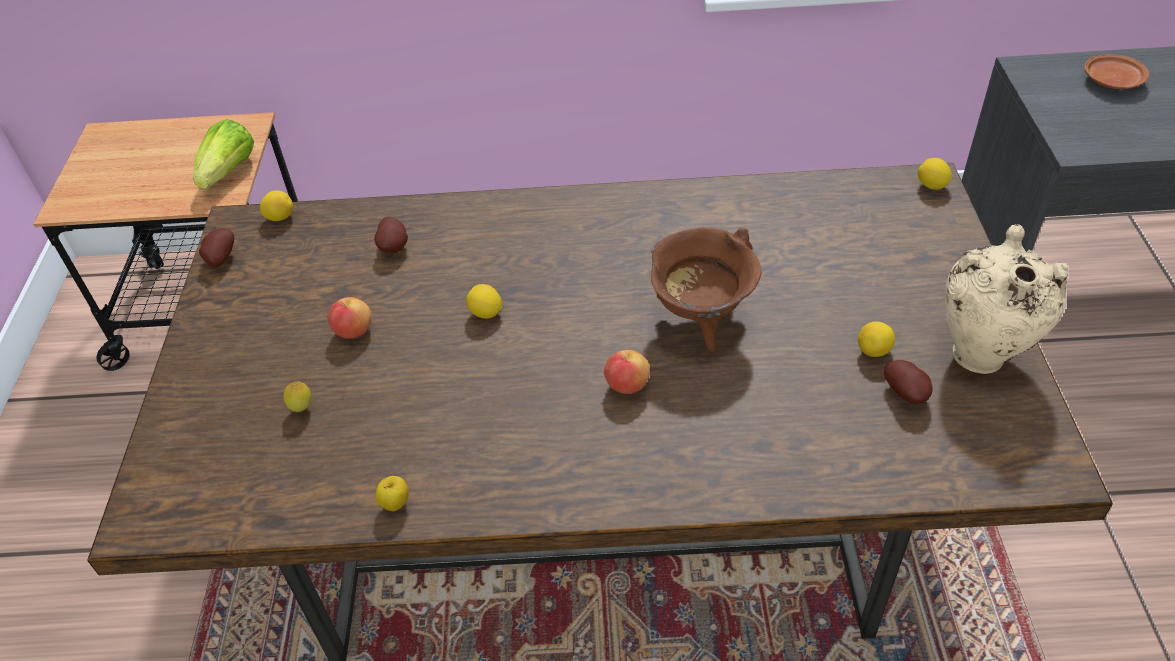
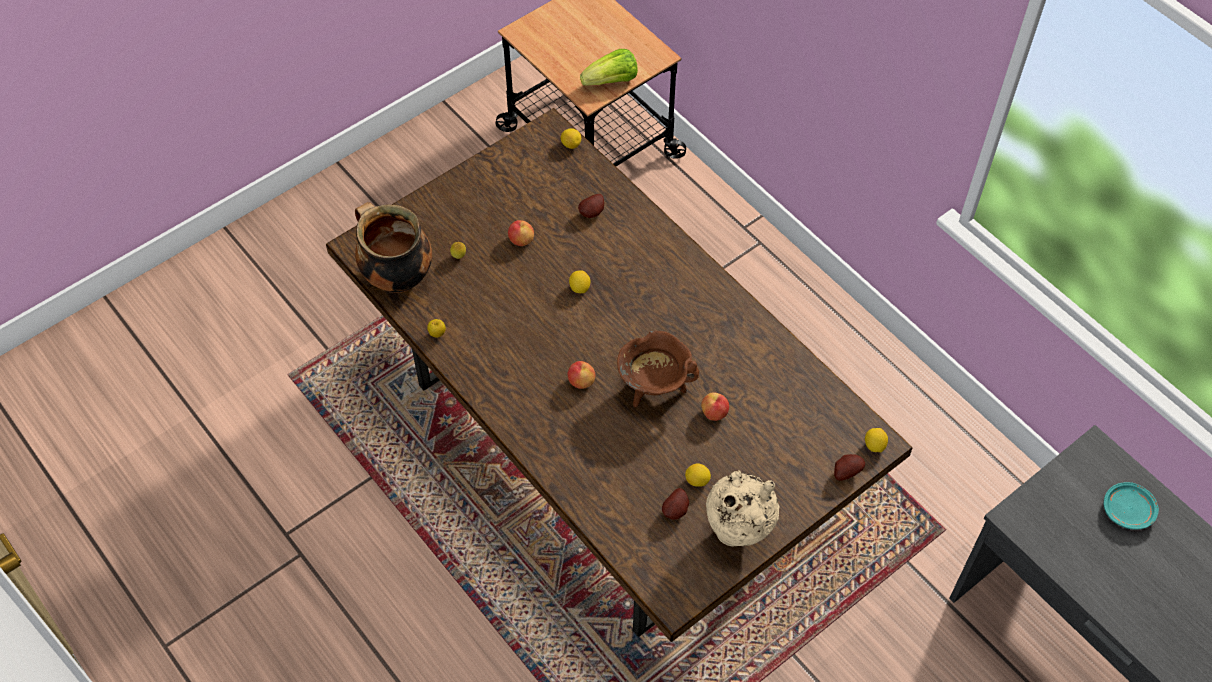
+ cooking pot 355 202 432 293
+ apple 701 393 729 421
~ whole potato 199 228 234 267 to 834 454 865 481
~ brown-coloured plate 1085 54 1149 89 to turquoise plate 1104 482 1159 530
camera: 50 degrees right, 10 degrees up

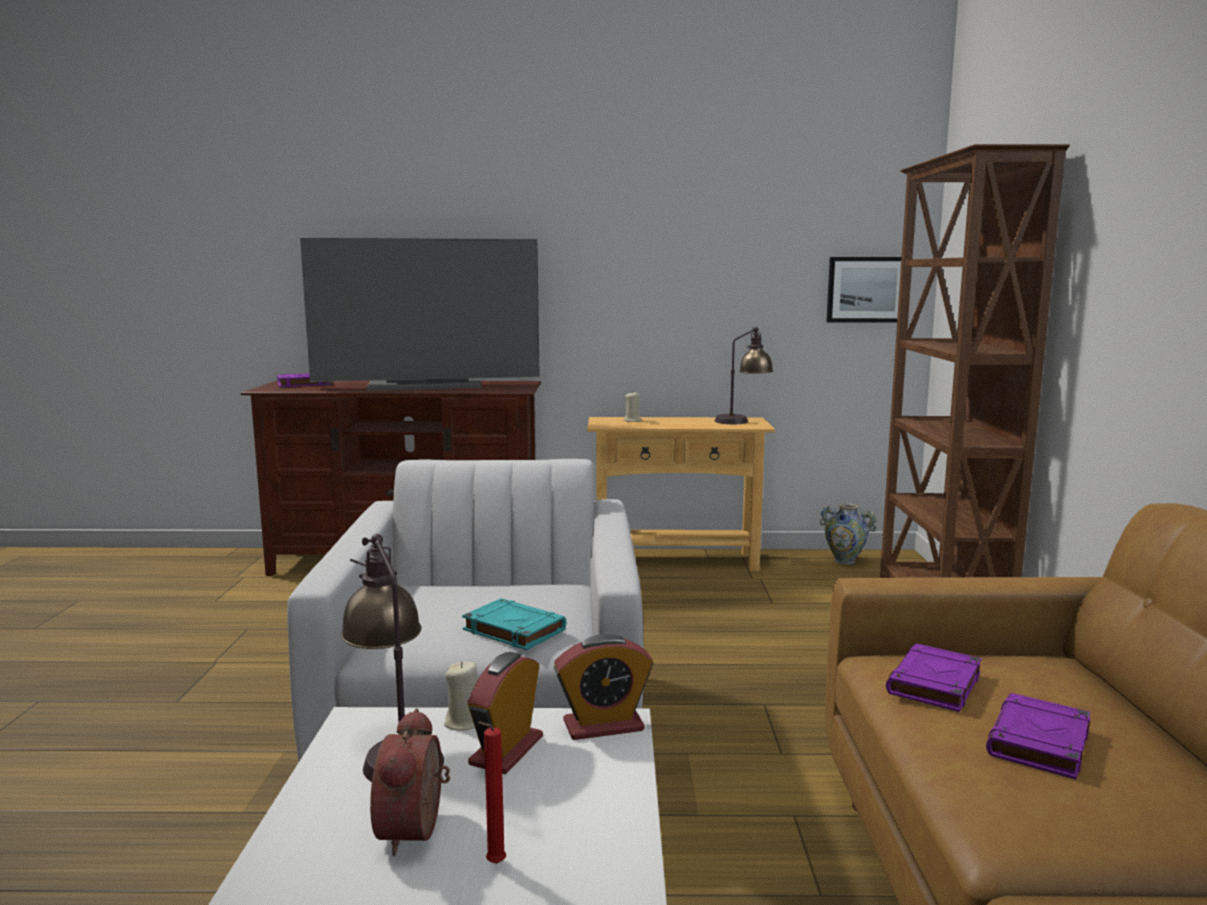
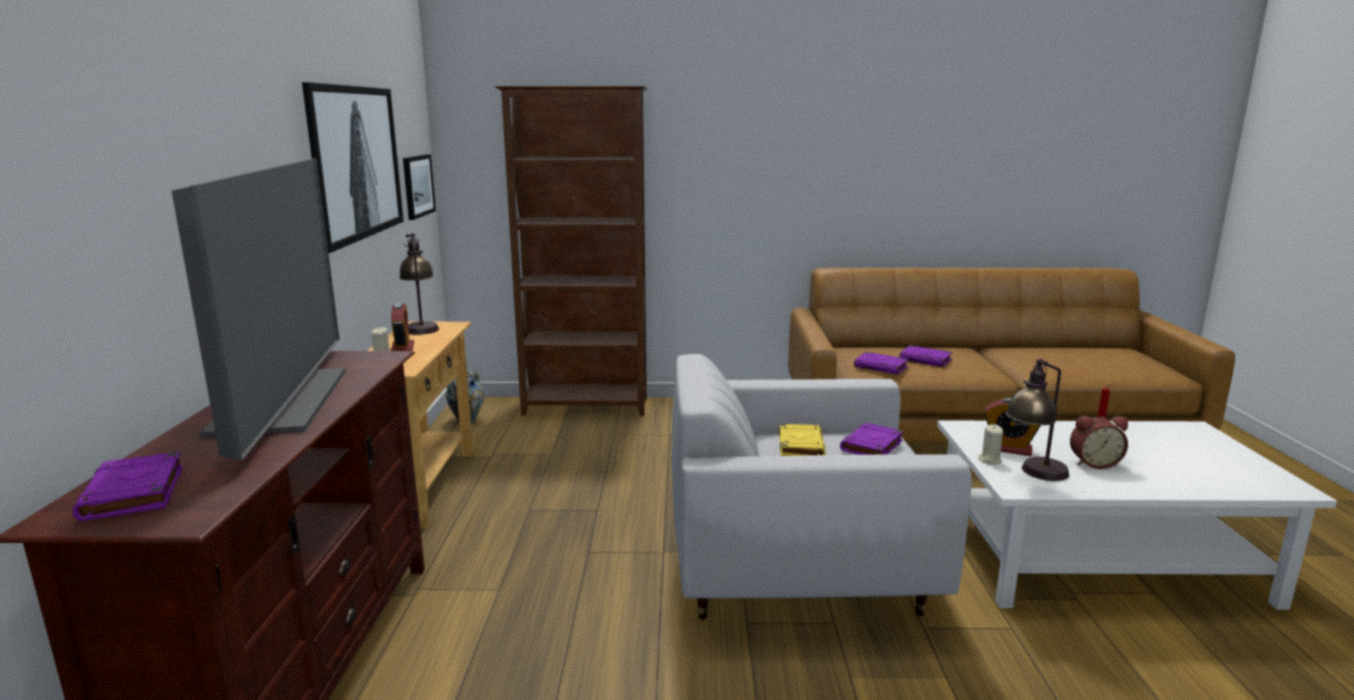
+ wall art 302 82 404 253
+ yellow-coloured book 779 424 826 456
~ alarm clock 554 634 653 740 to 391 302 414 351
~ turquoise book 462 598 566 650 to purple-coloured book 840 423 903 455
camera: 90 degrees left, 5 degrees up

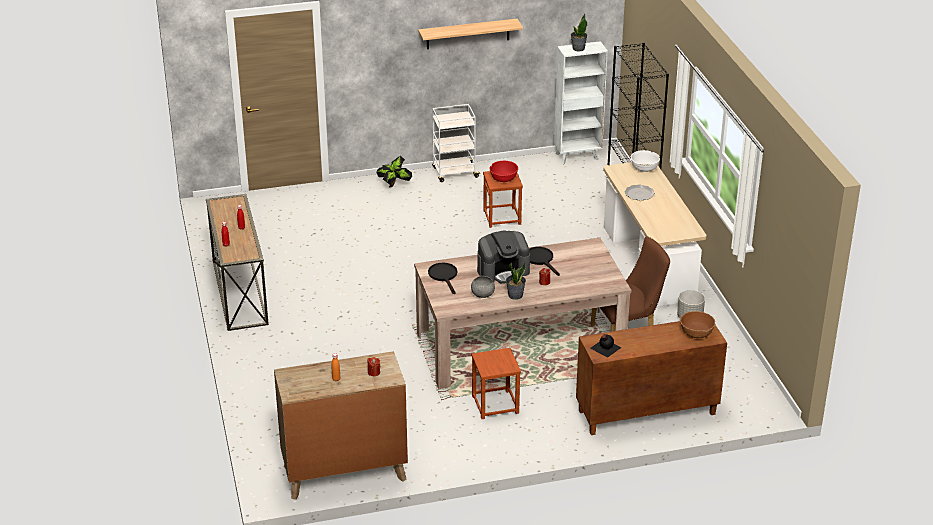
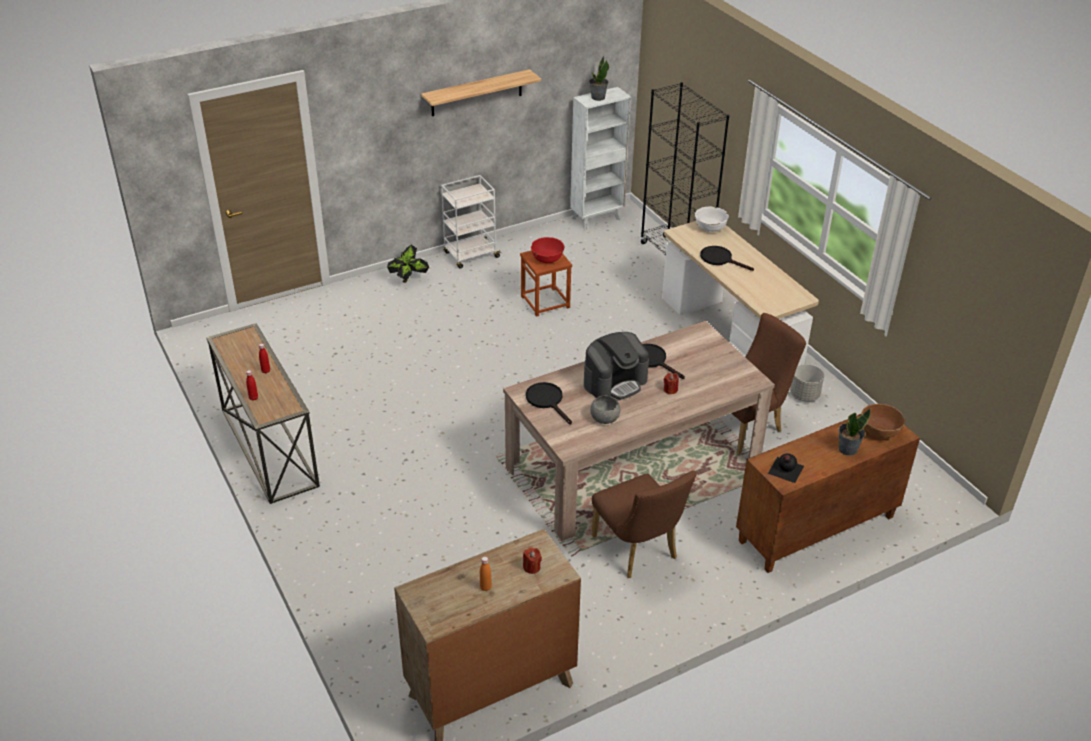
~ houseplant 506 262 526 300 to 838 408 871 456
~ brown-coloured stool seat 471 348 521 419 to brown-coloured upright chair 592 470 696 578
~ plate 624 185 655 200 to black skillet 700 246 754 271
camera: 15 degrees left, 5 degrees up

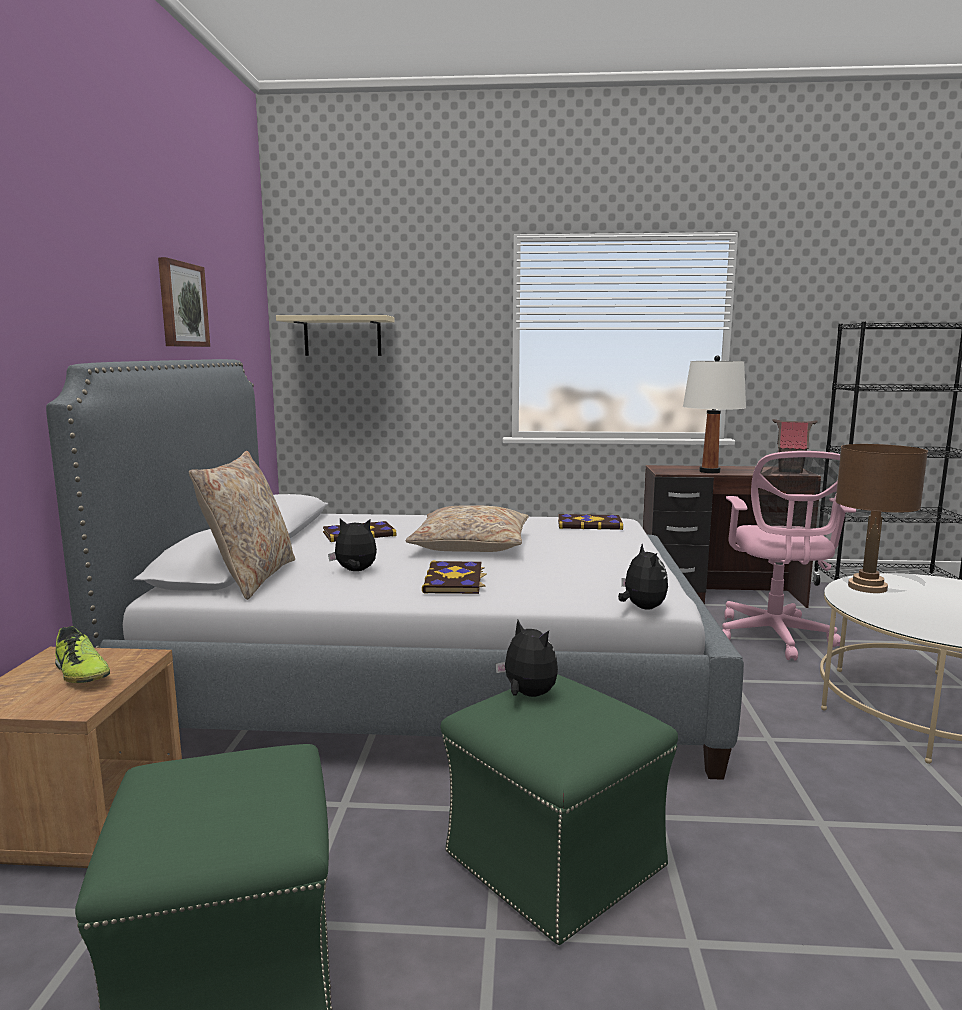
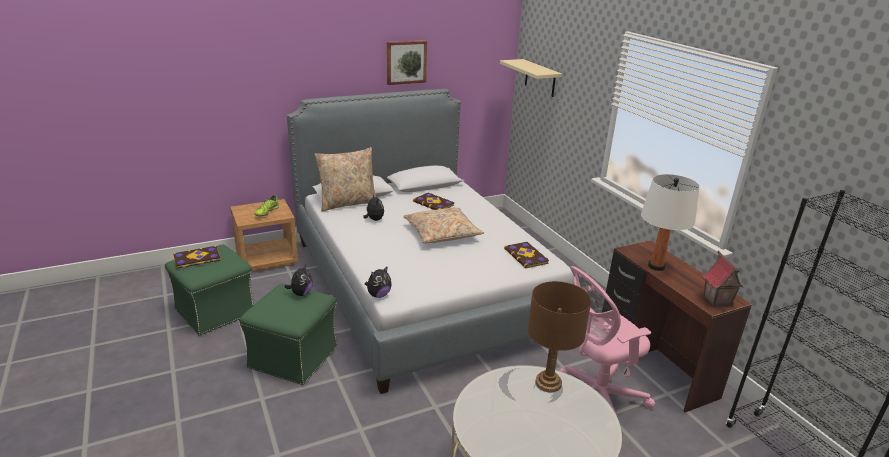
~ book 422 561 487 594 to 173 246 221 269
camera: 60 degrees right, 15 degrees up

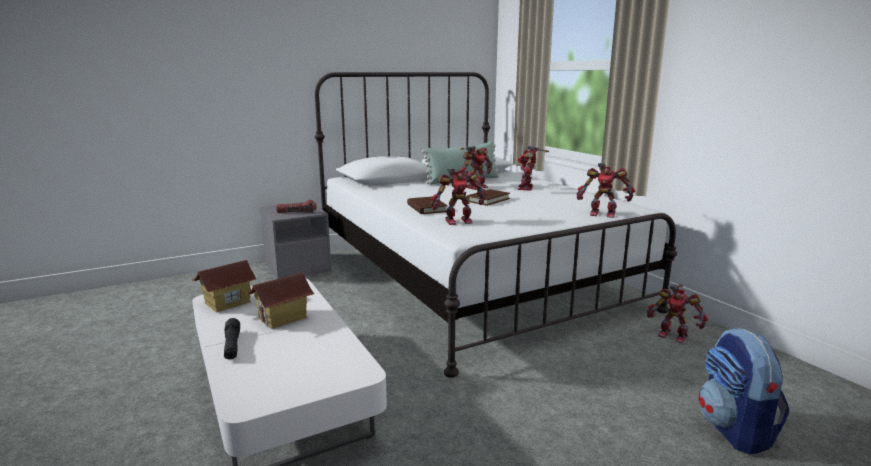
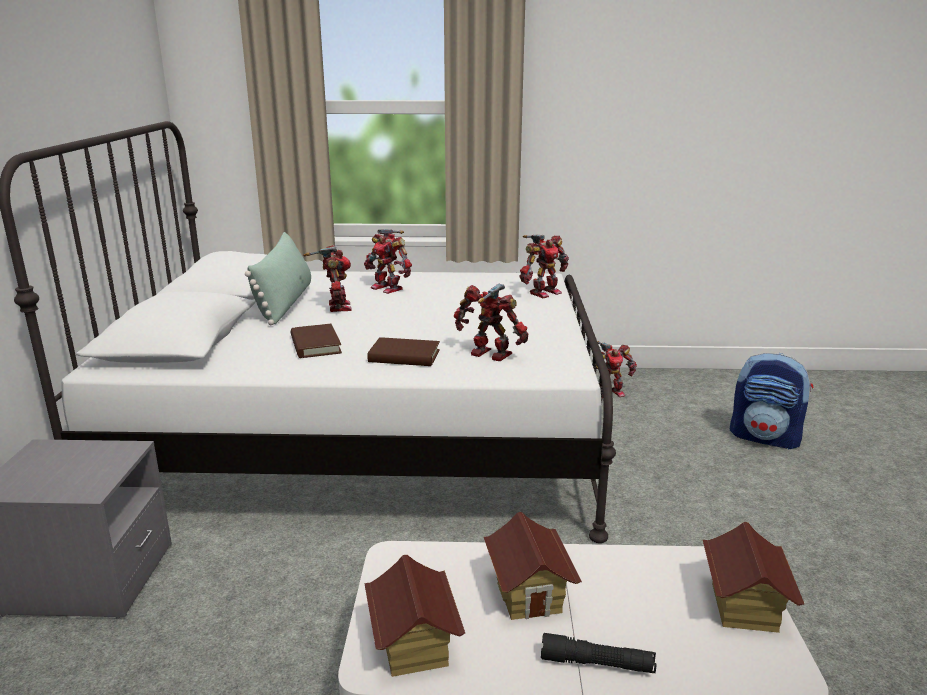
- flashlight 276 200 317 213
+ model house 703 522 804 633
~ brown-coloured book 466 189 510 206 to 291 324 342 358
~ robot figure 431 168 486 225 = 454 283 528 361 75 degrees counterclockwise
camera: 60 degrees left, 5 degrees up

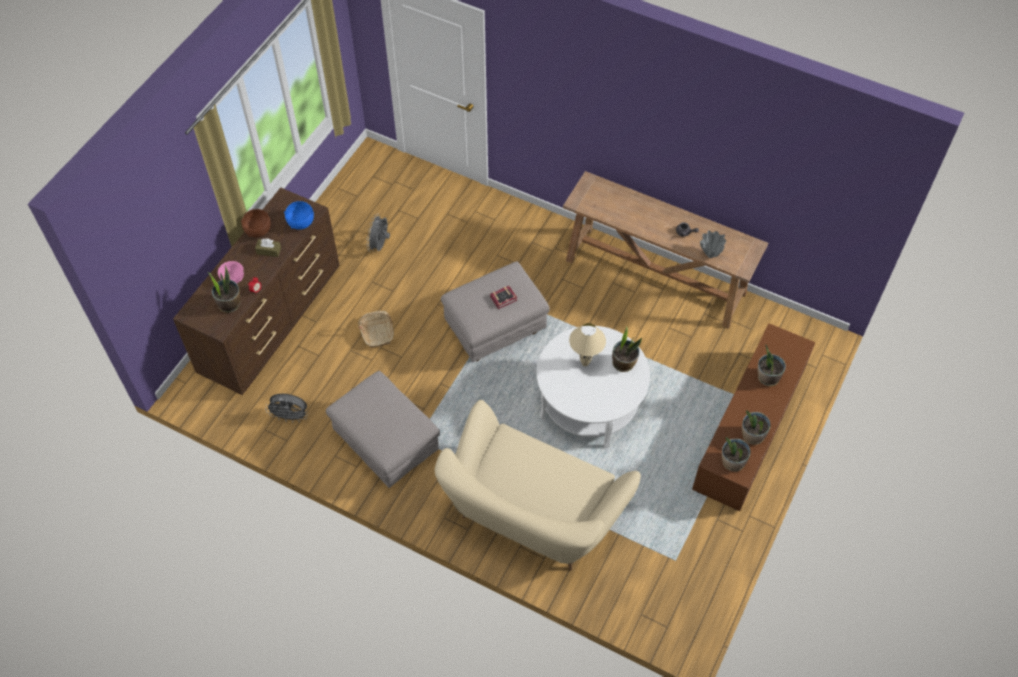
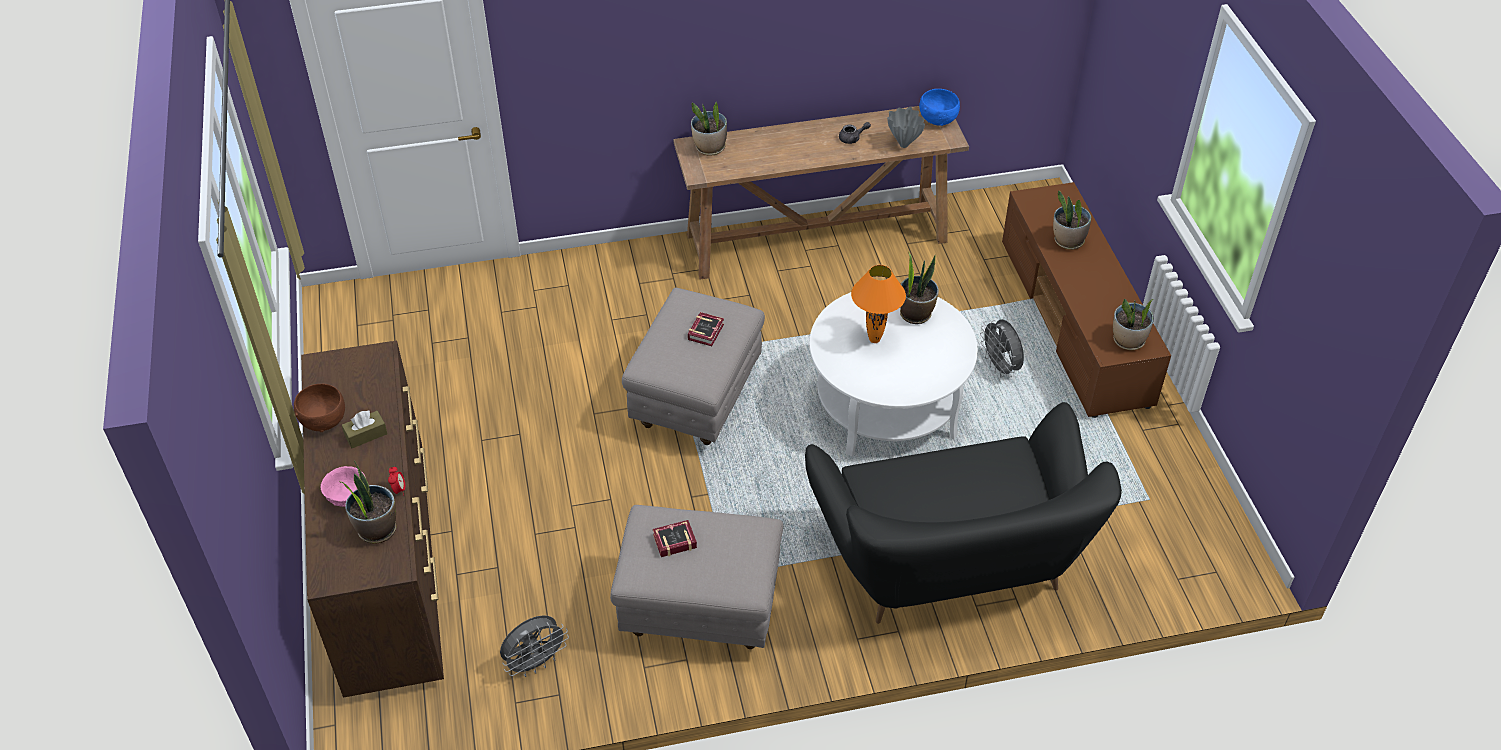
- basket 358 310 394 348
+ book 653 520 697 557
~ bluish deep dish 284 201 314 230 to 919 89 960 126
~ greyish fan 366 214 390 252 to 980 319 1024 377
~ houseplant 742 410 770 445 to 691 102 727 156
~ beige-coloured couch 435 400 641 571 to black couch 805 402 1122 624
~ beige-coloured table lamp 569 323 606 366 to orange-coloured table lamp 851 265 906 343
camera: 40 degrees left, 10 degrees down

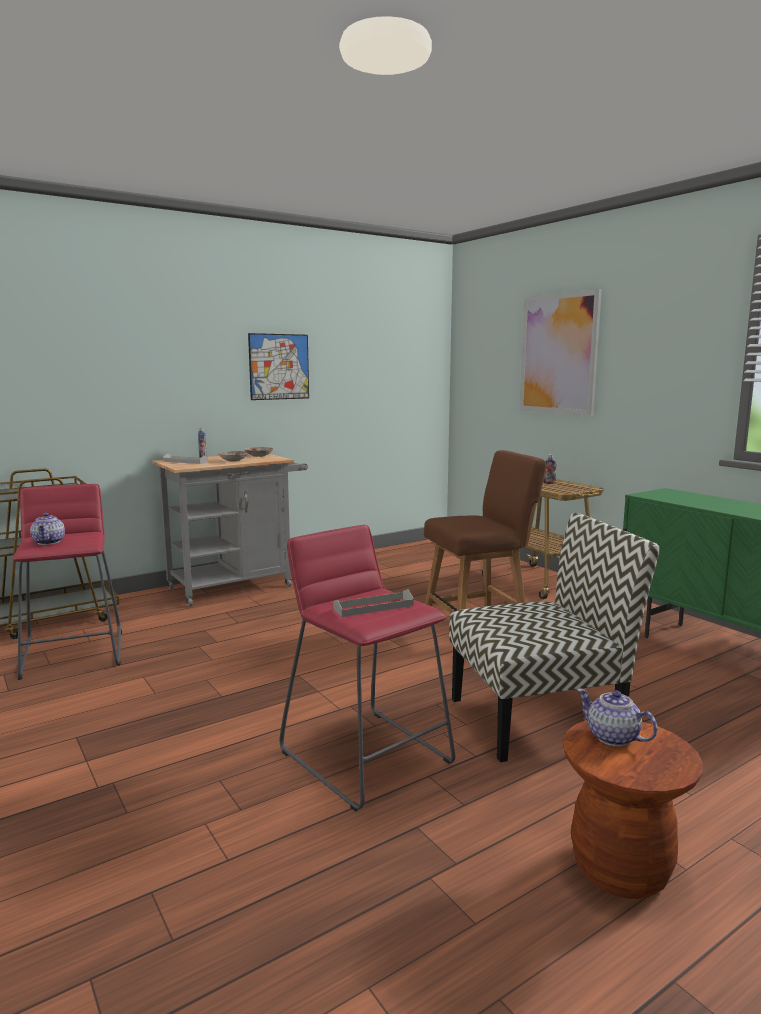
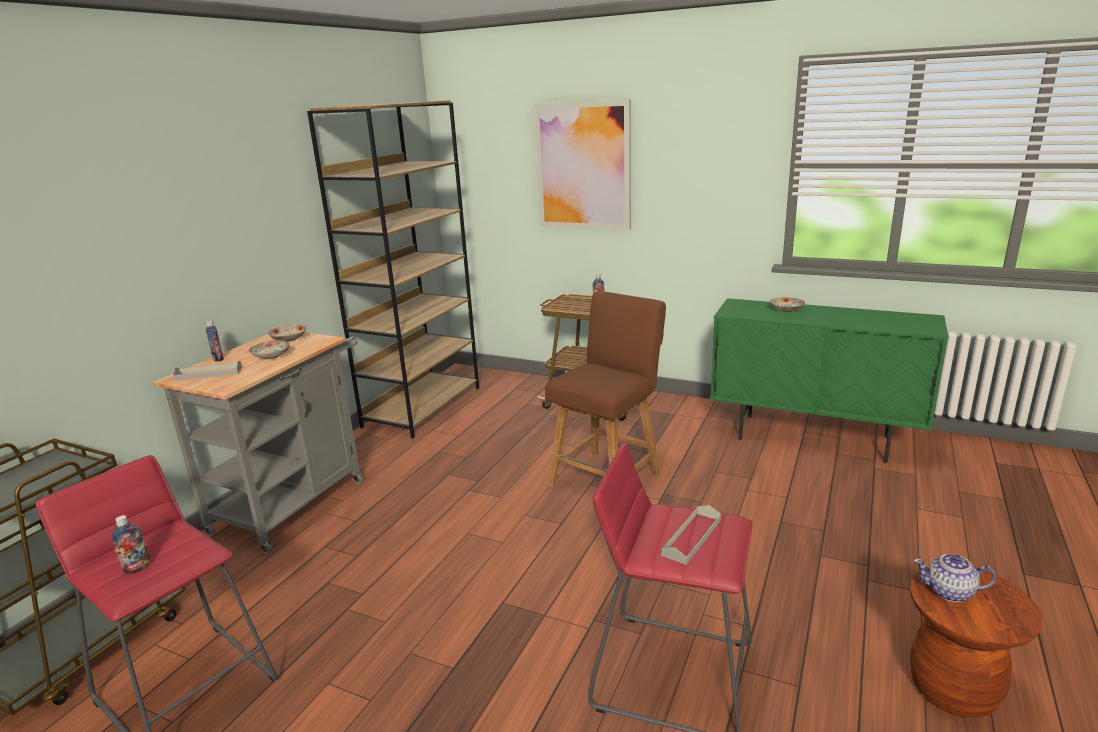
- wall art 248 333 309 400
- upright chair 449 512 660 762
+ brown-coloured bookshelf 307 100 479 439
+ plate 770 297 805 312
~ pot for tea 30 513 65 545 to beverage bottle 112 515 150 574
camera: 30 degrees left, 10 degrees up

